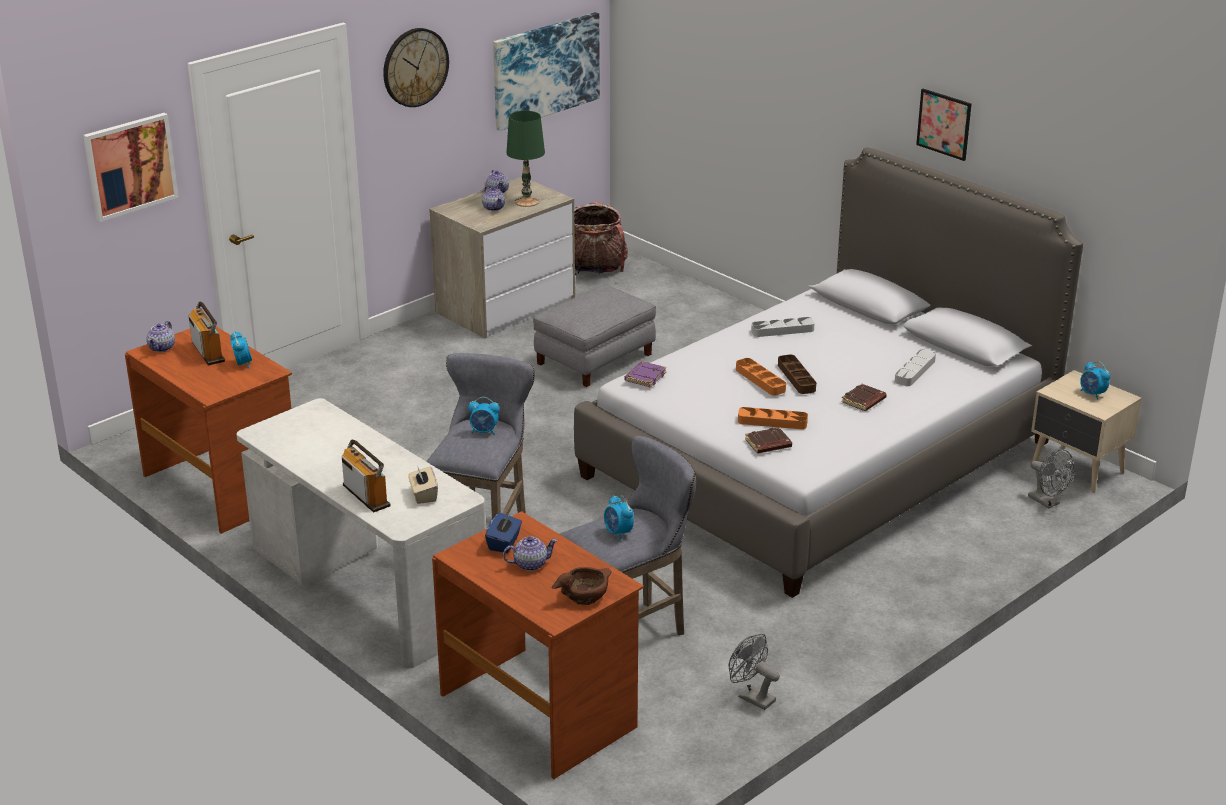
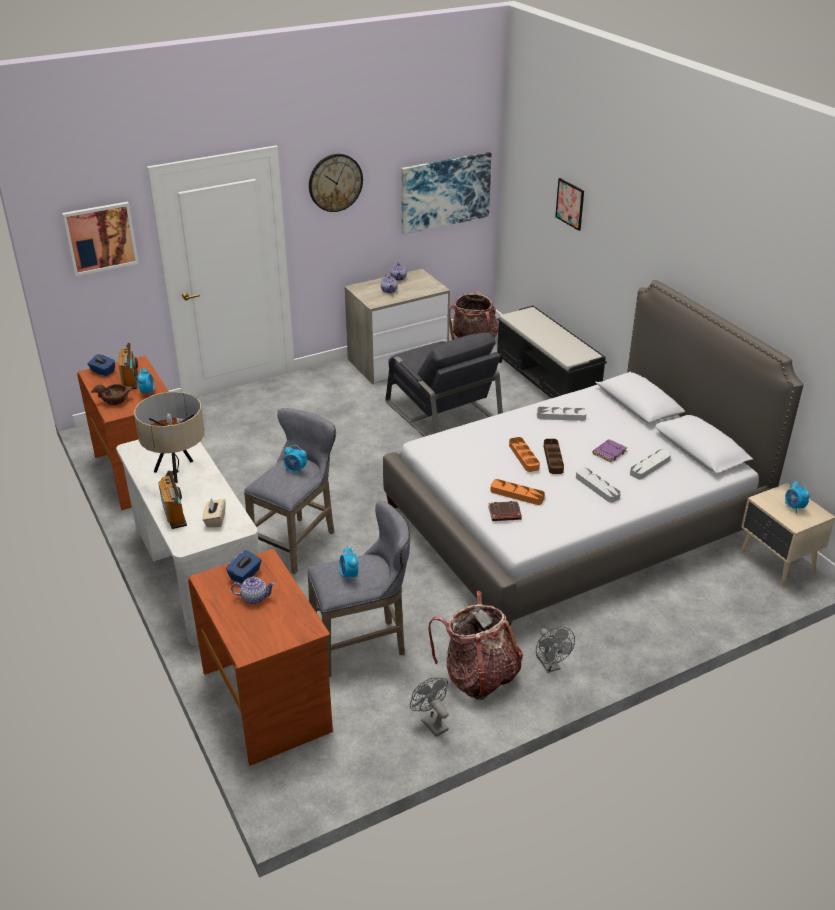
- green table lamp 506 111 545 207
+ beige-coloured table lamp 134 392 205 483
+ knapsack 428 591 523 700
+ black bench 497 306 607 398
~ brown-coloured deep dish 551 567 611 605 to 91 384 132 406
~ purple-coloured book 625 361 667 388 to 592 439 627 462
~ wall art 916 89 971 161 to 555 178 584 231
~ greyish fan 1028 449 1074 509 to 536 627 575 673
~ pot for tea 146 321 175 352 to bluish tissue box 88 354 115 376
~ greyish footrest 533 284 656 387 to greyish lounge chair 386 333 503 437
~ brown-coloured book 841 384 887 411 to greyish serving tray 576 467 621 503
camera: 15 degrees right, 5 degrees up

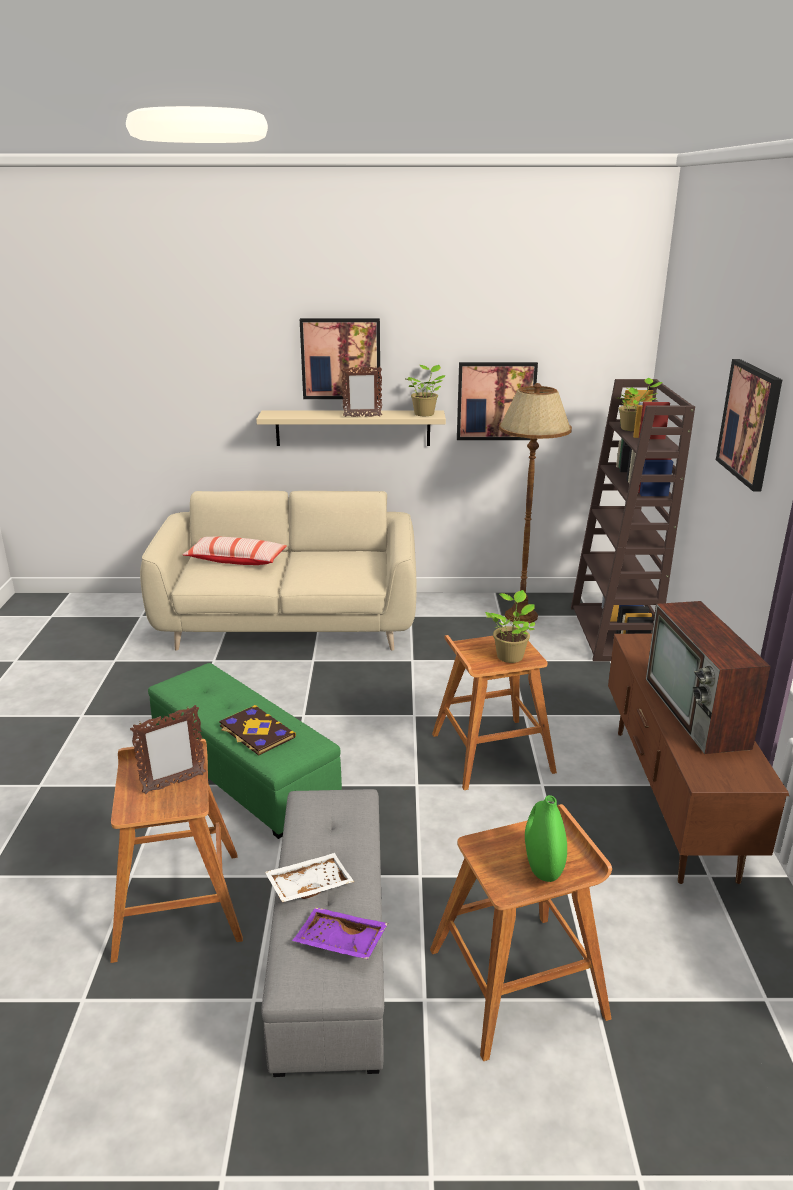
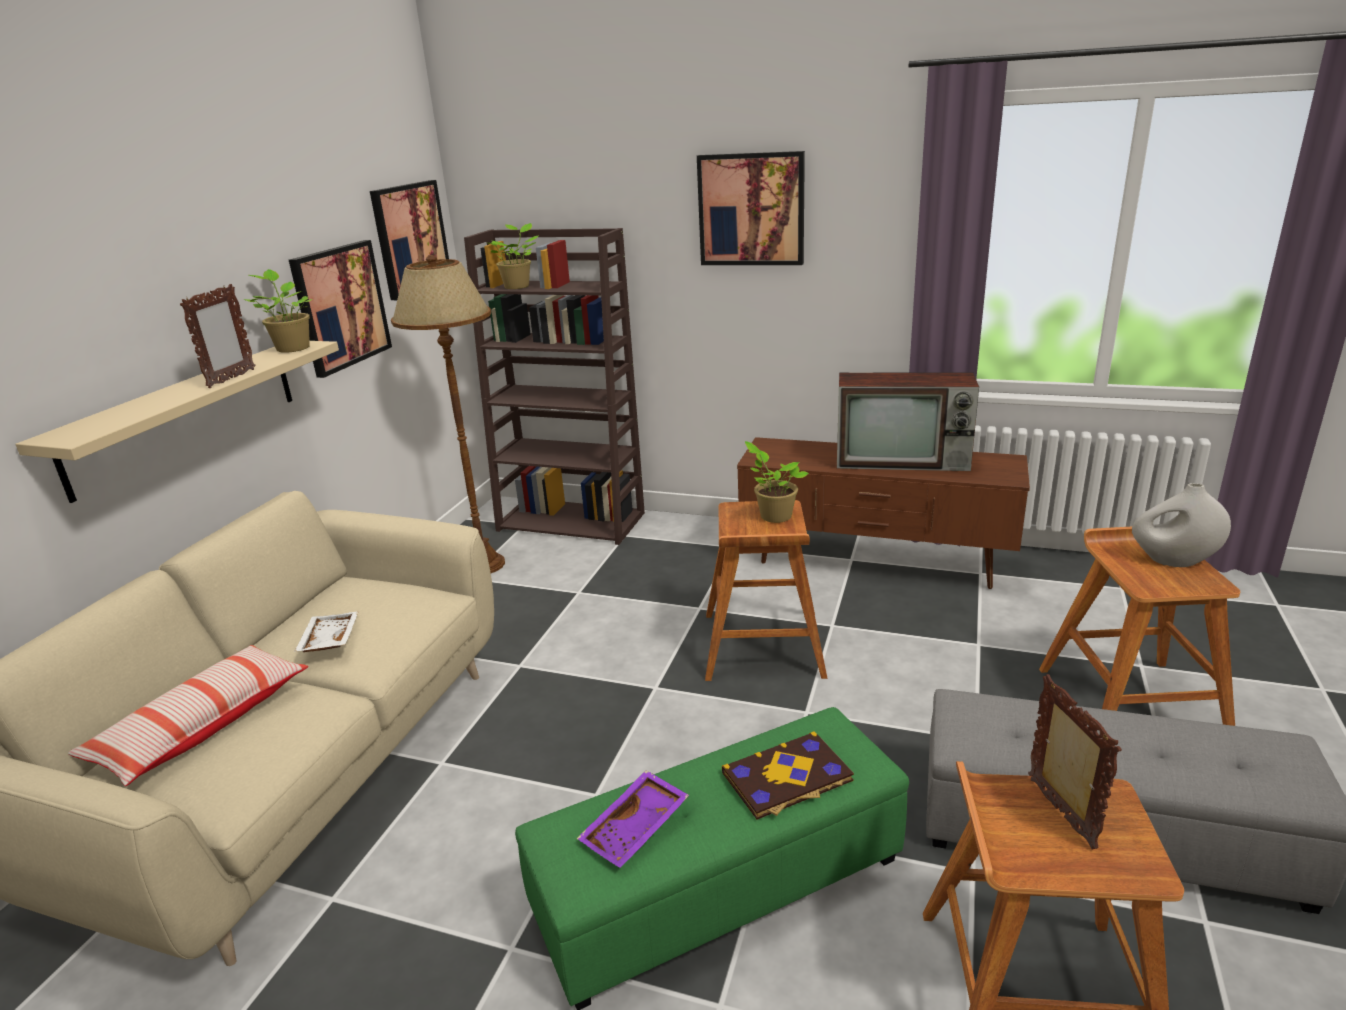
~ white serving tray 265 853 354 902 to 294 611 359 652
~ purple-coloured serving tray 292 907 388 959 to 577 770 689 868
~ wall art 300 318 380 399 to 370 180 449 300
~ green decorative vase 525 795 567 882 to white decorative vase 1132 483 1231 567
camera: 70 degrees left, 0 degrees up

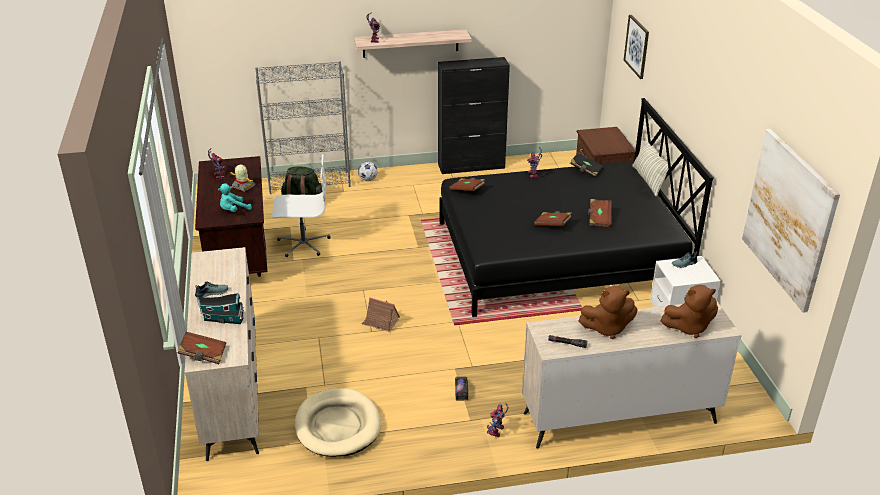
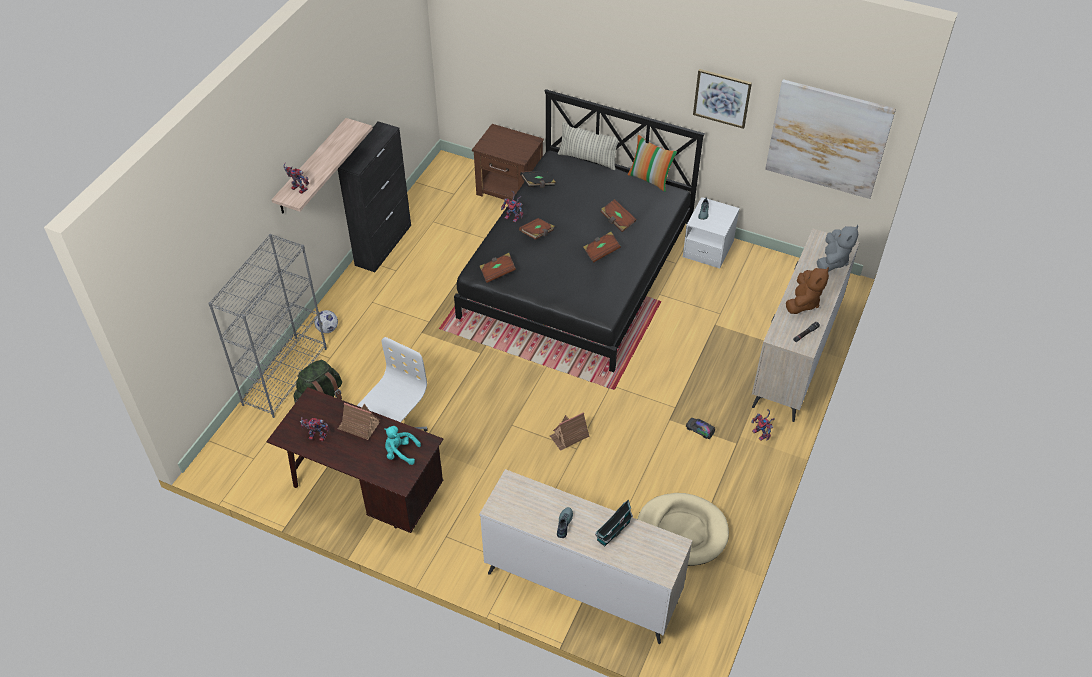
+ pillow 628 135 677 192
~ brown-coloured book 177 332 226 364 to 519 218 555 240
~ wall art 624 15 649 79 to 693 69 752 129
~ robot figure 231 165 256 192 to model house 338 403 381 440
~ brown-coloured plush toy 661 285 718 338 to greyish plush toy 817 225 858 272
~ turquoise plush toy 218 183 252 212 = 385 426 421 465 105 degrees clockwise
camera: 55 degrees left, 15 degrees up

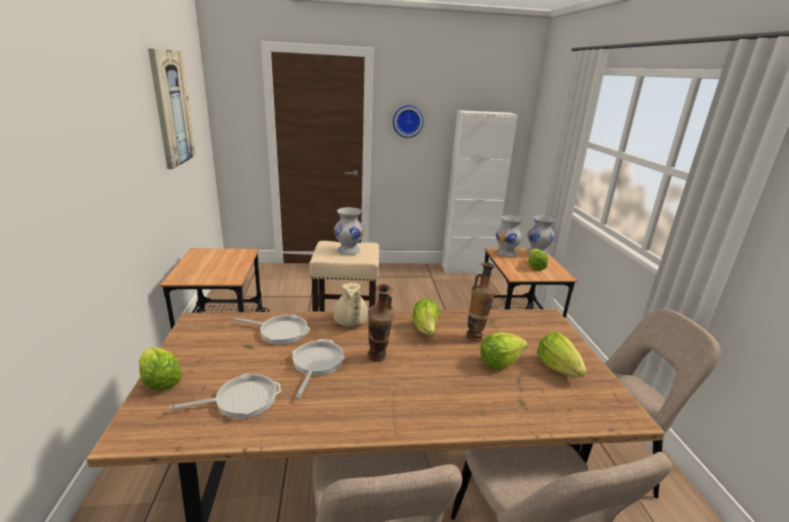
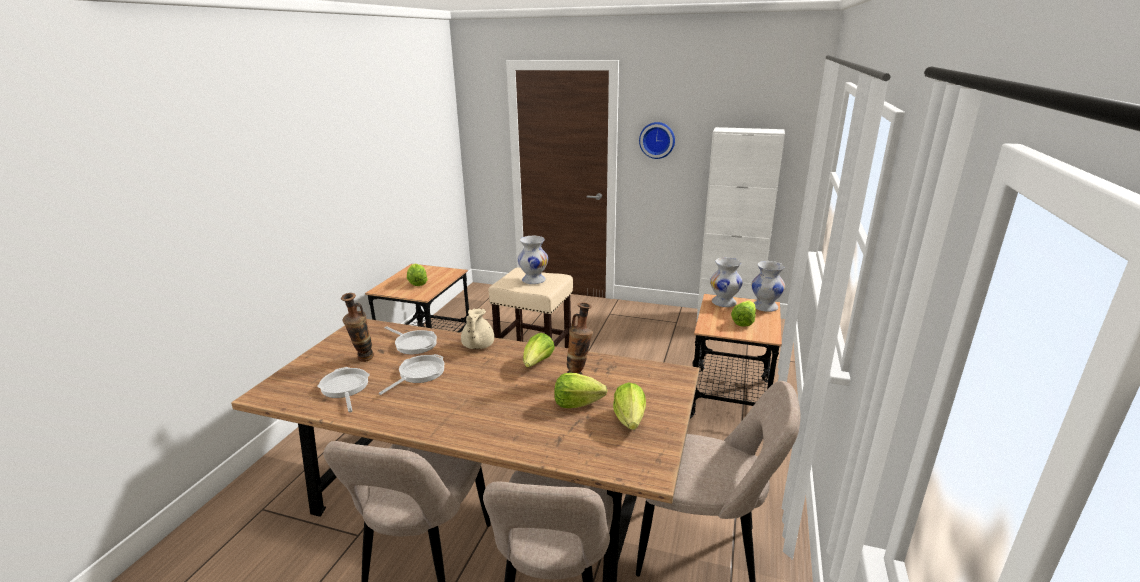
- wall art 148 48 196 169
~ lettuce head 139 347 183 391 to 407 264 428 286
~ decorative vase 368 284 395 362 to 341 293 374 362
~ skillet 169 373 281 419 = 317 367 370 412 120 degrees counterclockwise
camera: 25 degrees right, 0 degrees up

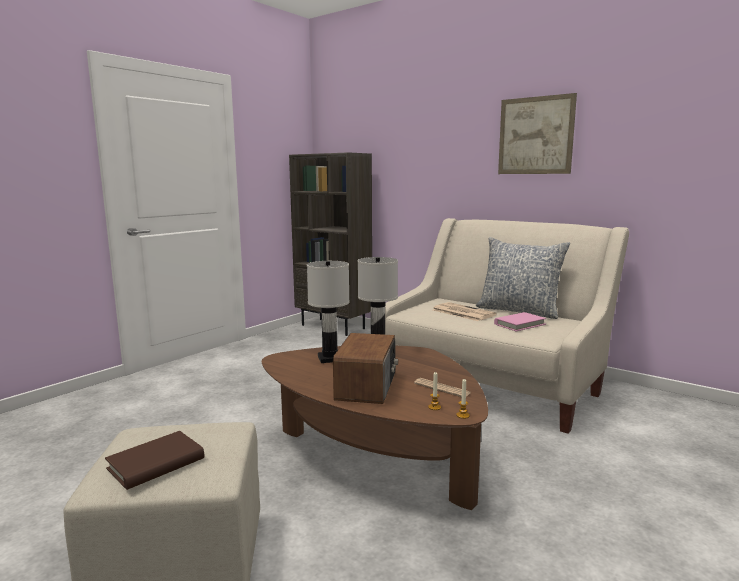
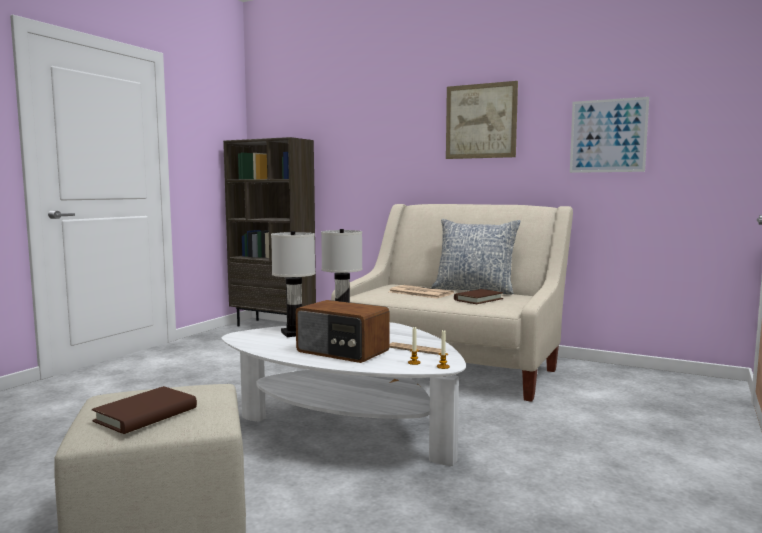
+ wall art 570 97 649 173
~ brown-coloured lounge table 262 346 488 510 to white lounge table 222 322 466 466
~ pink-coloured book 494 312 546 331 to brown-coloured book 454 289 503 304
~ radio set 333 333 398 404 = 296 300 390 363 120 degrees clockwise
camera: 10 degrees left, 5 degrees down

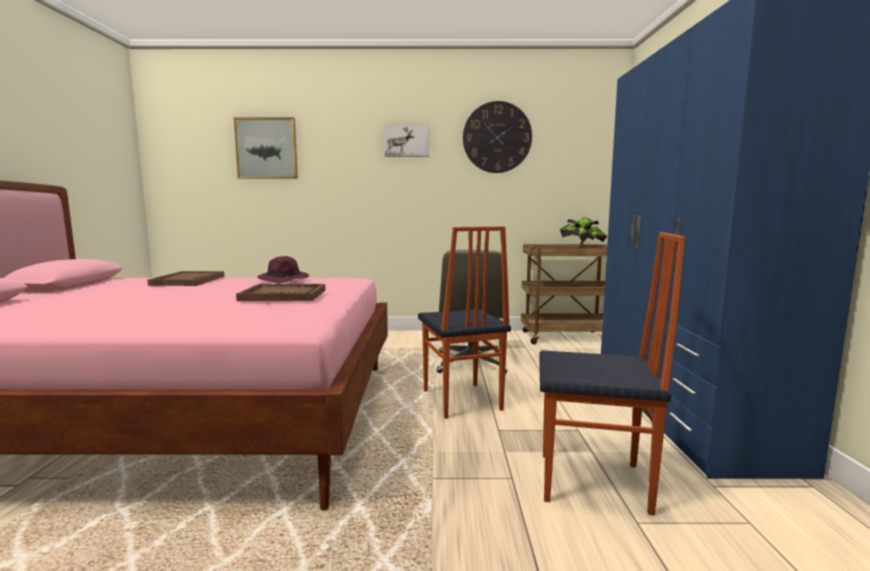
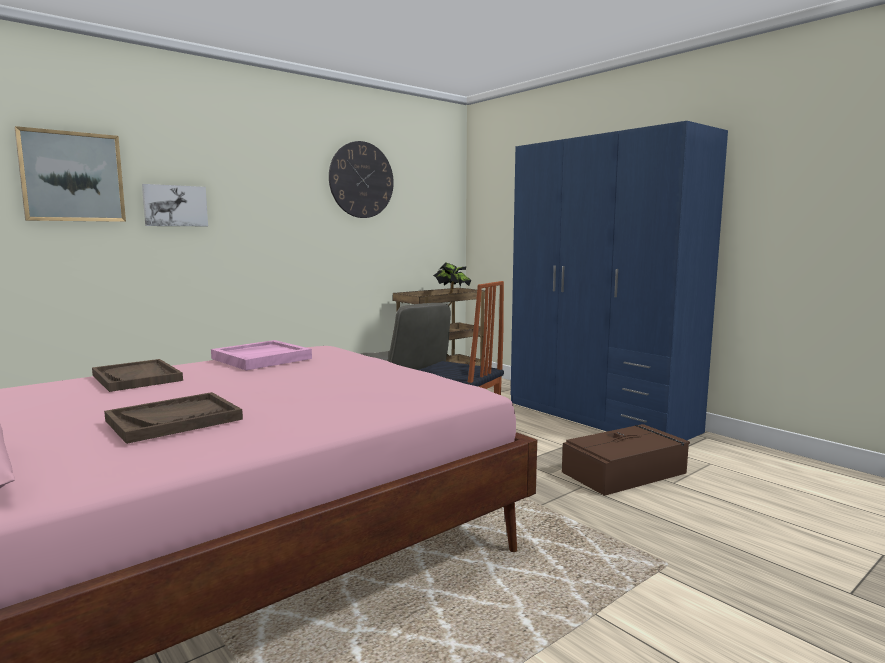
~ brown-coloured serving tray 236 284 325 301 to 104 392 243 444
~ wall art 384 125 429 157 to 142 184 208 226
~ purple-coloured hat 257 256 309 284 to pink-coloured serving tray 211 340 312 370
~ upright chair 539 232 686 515 to brown-coloured storage bin 562 424 690 496
camera: 40 degrees left, 0 degrees up

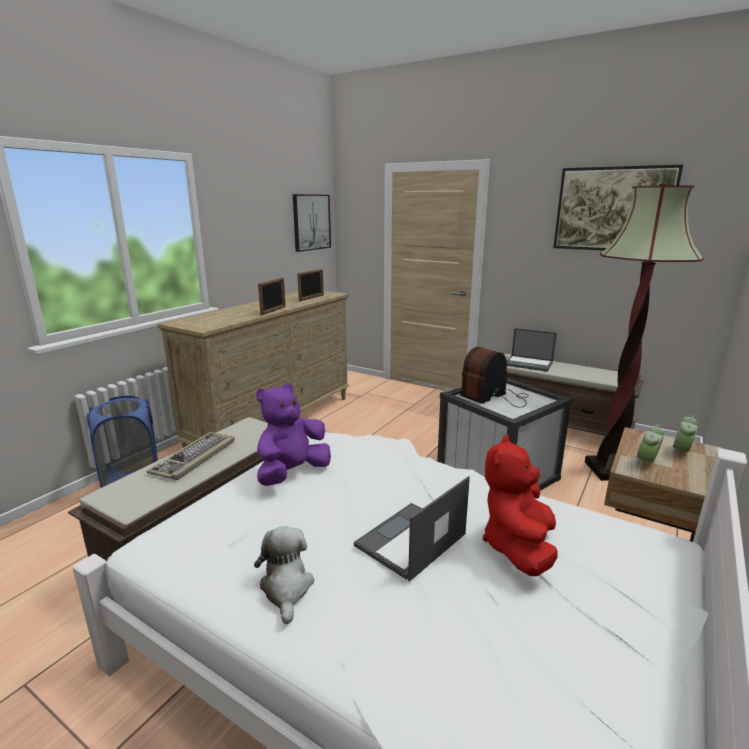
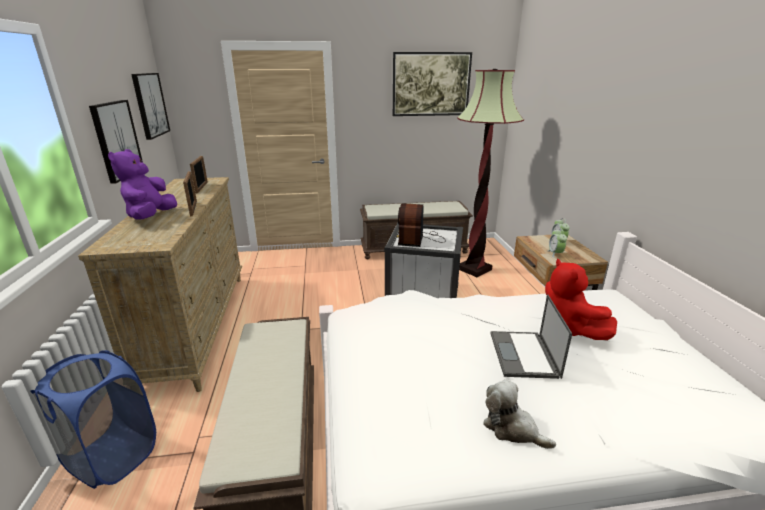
- keyboard 147 432 235 480
- laptop 507 328 557 372
+ wall art 89 100 143 184
~ purple-coloured plush toy 256 383 331 486 to 108 149 177 220
camera: 40 degrees left, 5 degrees up

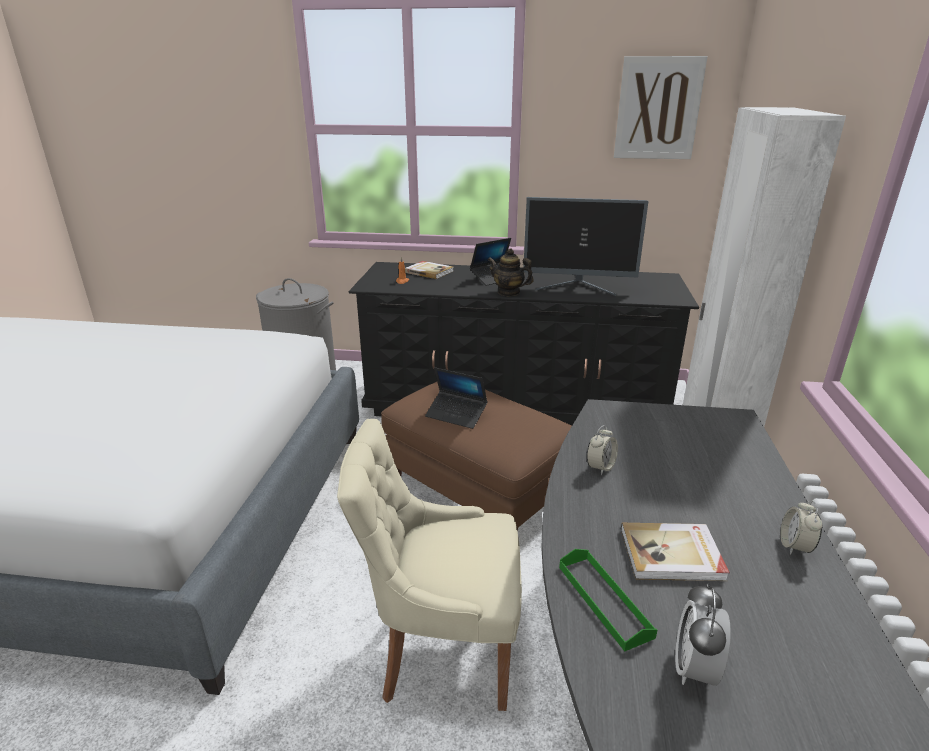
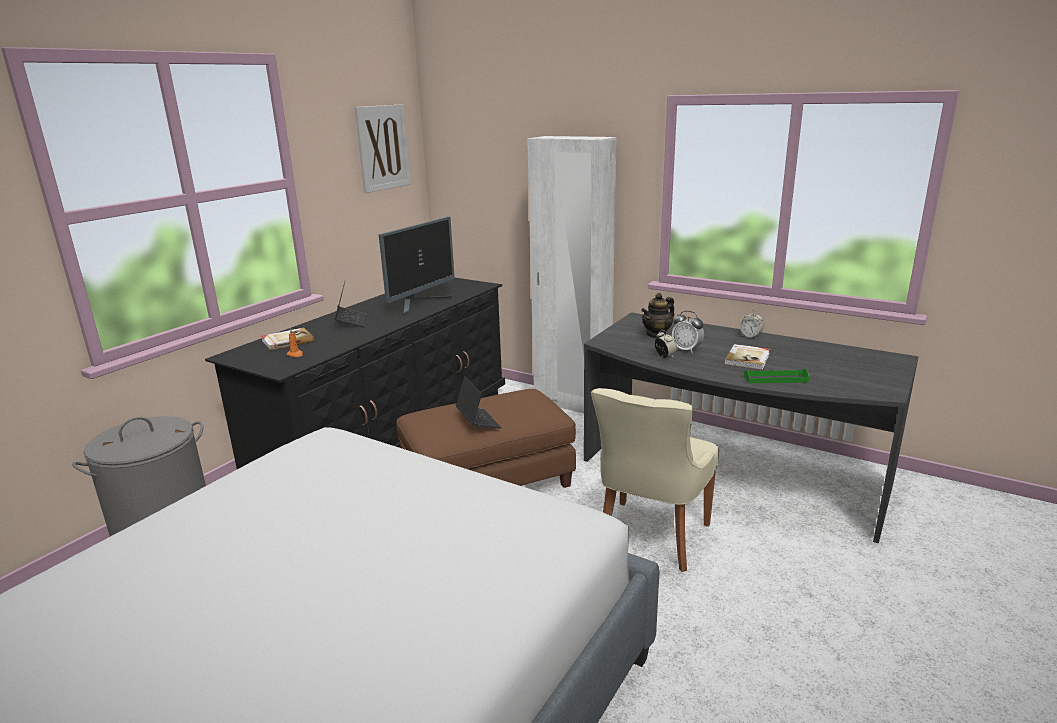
~ pot for tea 488 248 534 296 to 641 293 674 339
~ alarm clock 675 583 731 686 to 672 311 704 353
~ laptop 425 367 488 429 = 455 376 501 429 75 degrees counterclockwise
camera: 65 degrees left, 5 degrees down

